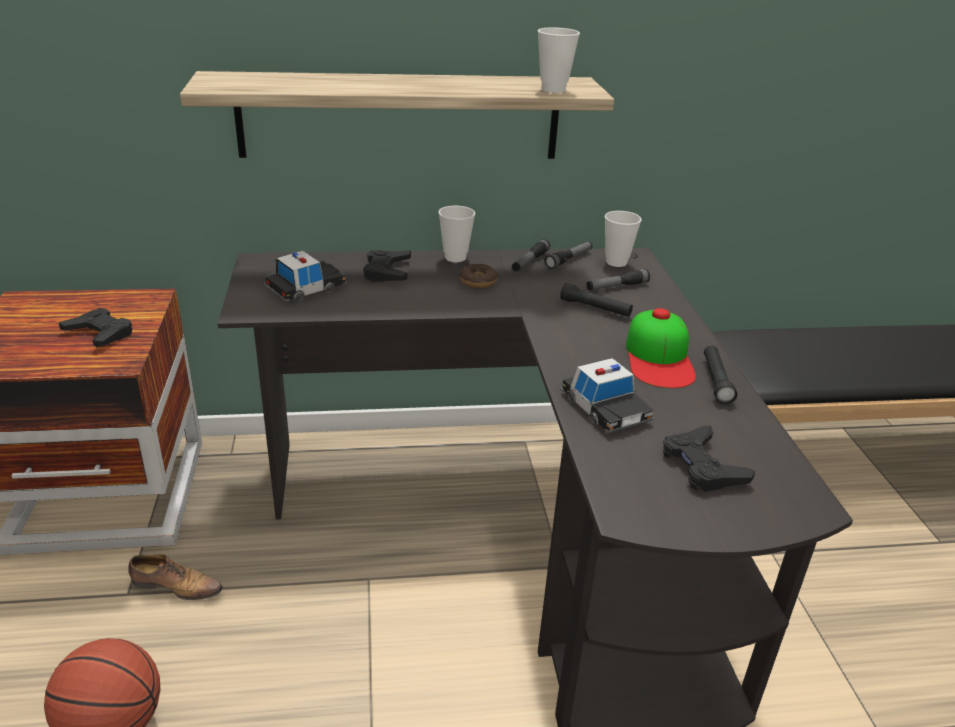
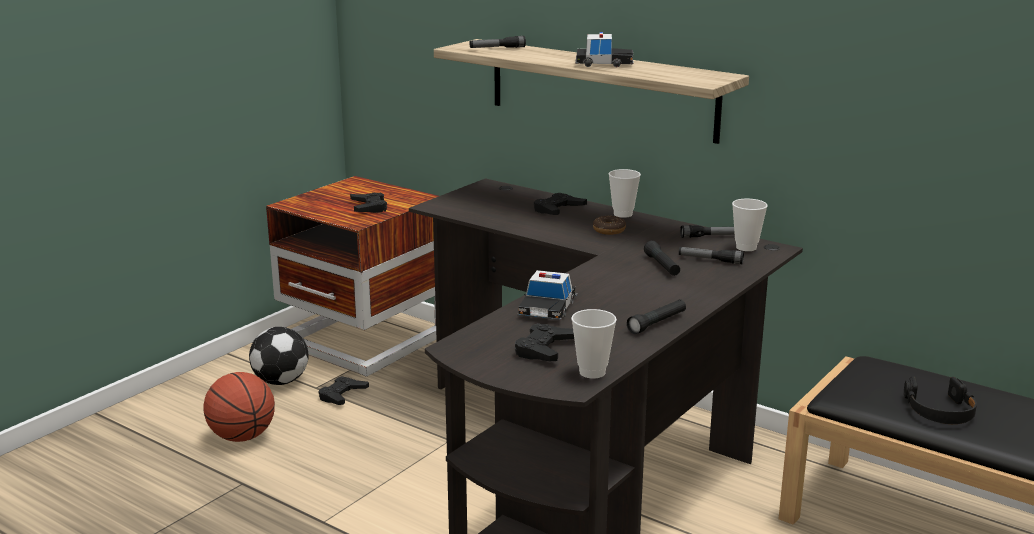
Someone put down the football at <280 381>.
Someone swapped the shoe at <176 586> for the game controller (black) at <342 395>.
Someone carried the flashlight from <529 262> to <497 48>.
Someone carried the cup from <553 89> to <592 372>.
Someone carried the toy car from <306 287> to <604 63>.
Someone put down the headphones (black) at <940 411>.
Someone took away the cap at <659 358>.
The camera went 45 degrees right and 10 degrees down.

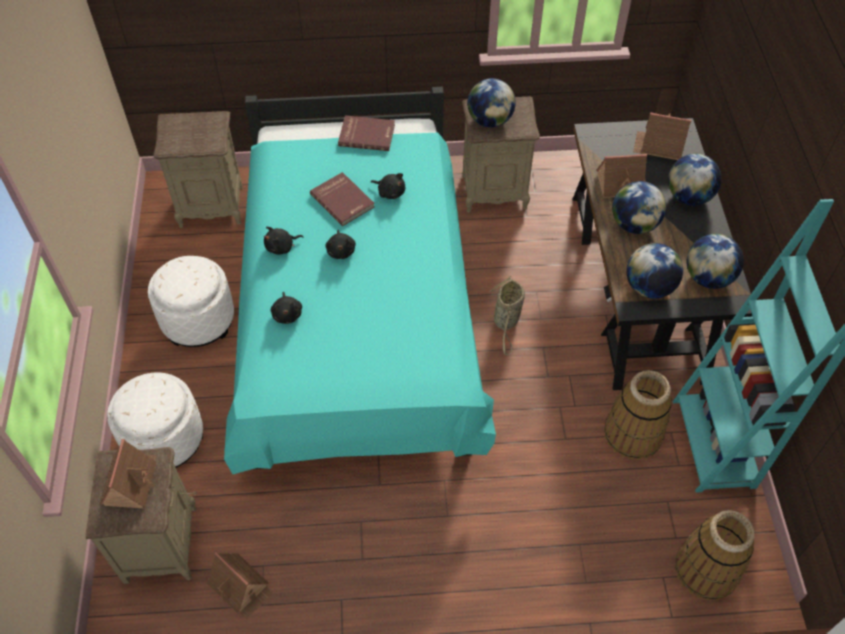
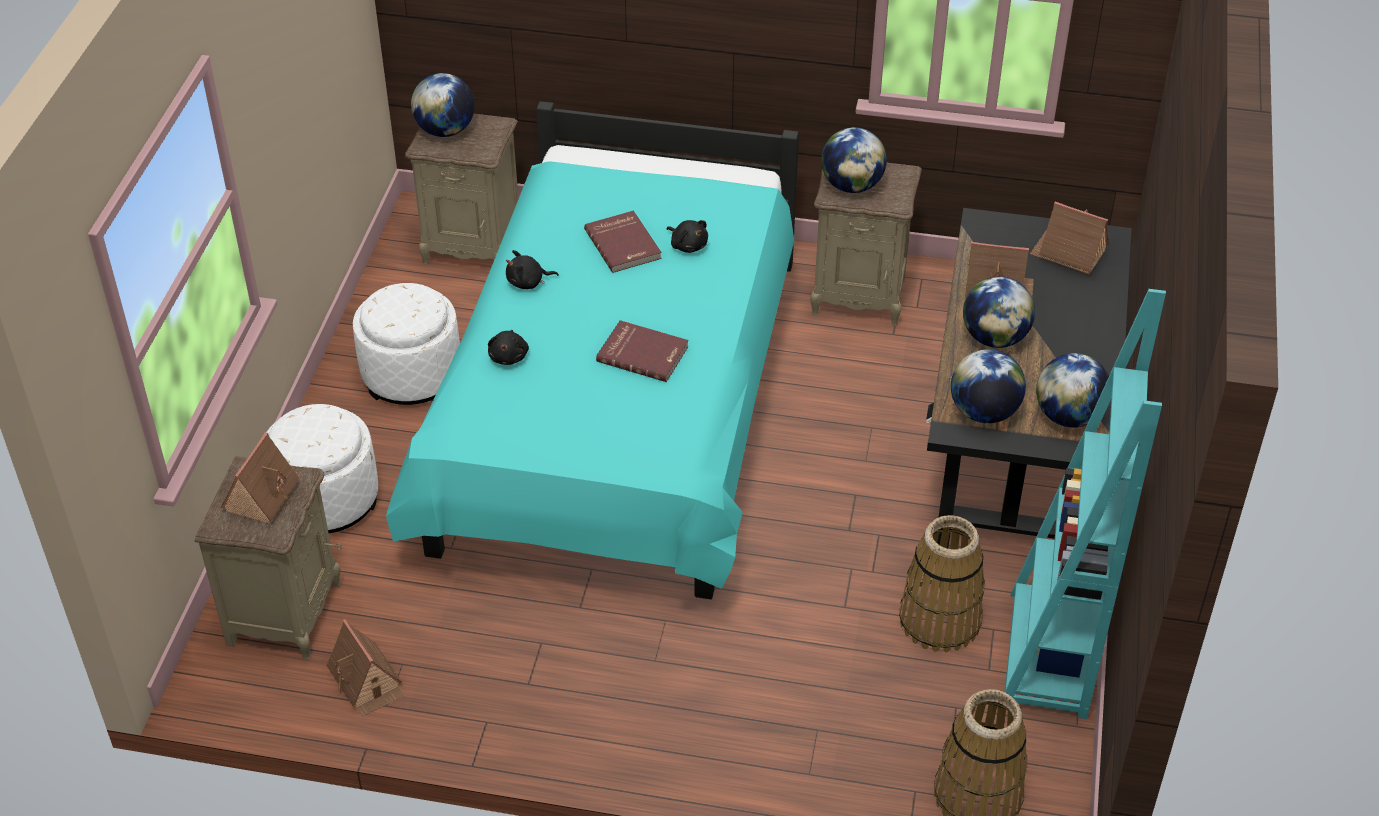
Someone carried the globe from <688 197> to <445 130>.
Someone carried the book (red) from <367 134> to <643 353>.
Someone took away the plush toy (black) at <341 250>.
Someone took away the basket at <506 322>.
The camera went 15 degrees right and 10 degrees down.

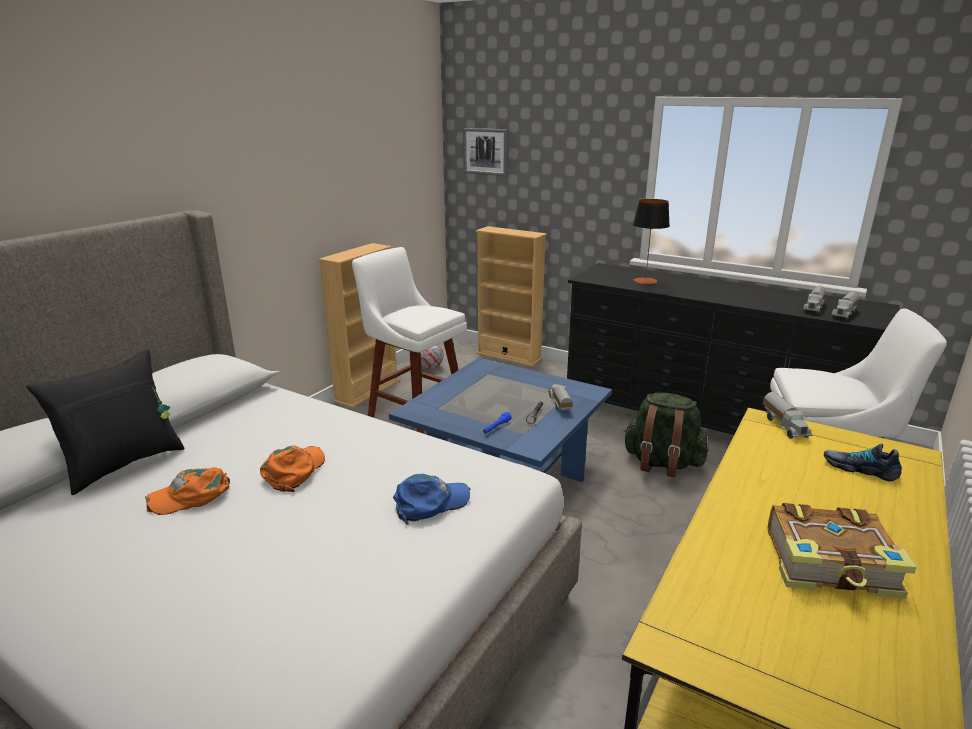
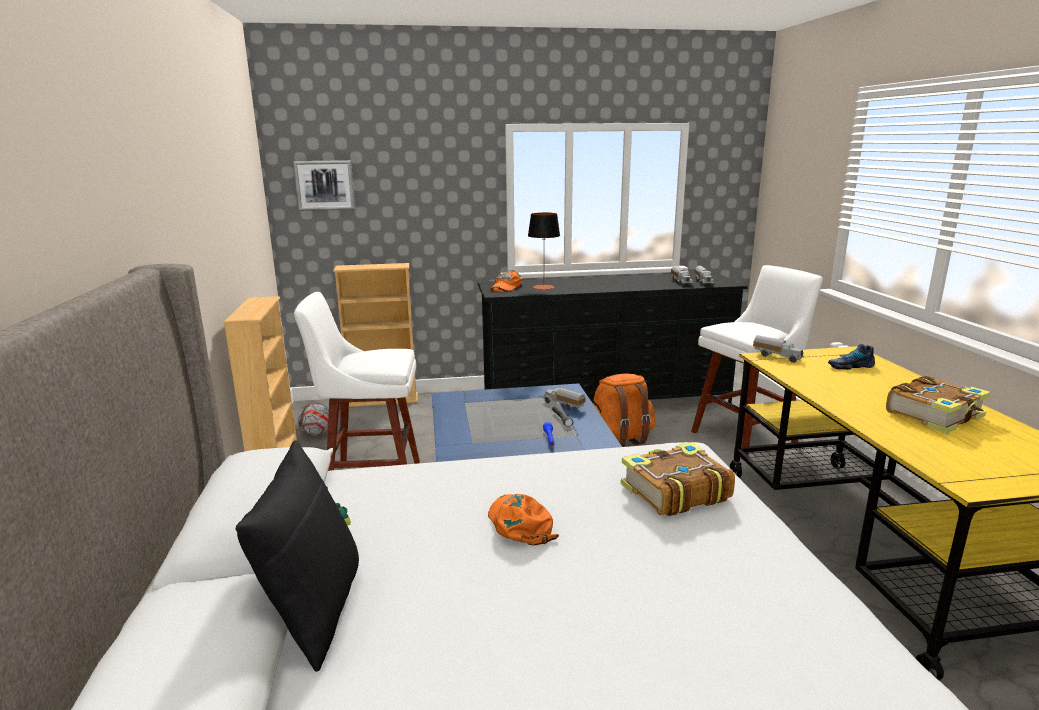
Someone carried the cap (orange) from <191 496> to <506 287>.
Someone repainted the backpack (green) at <662 463>, which became the backpack (orange) at <620 438>.
Someone swapped the cap (blue) at <431 503> for the book at <673 492>.
The camera went 40 degrees left and 5 degrees down.

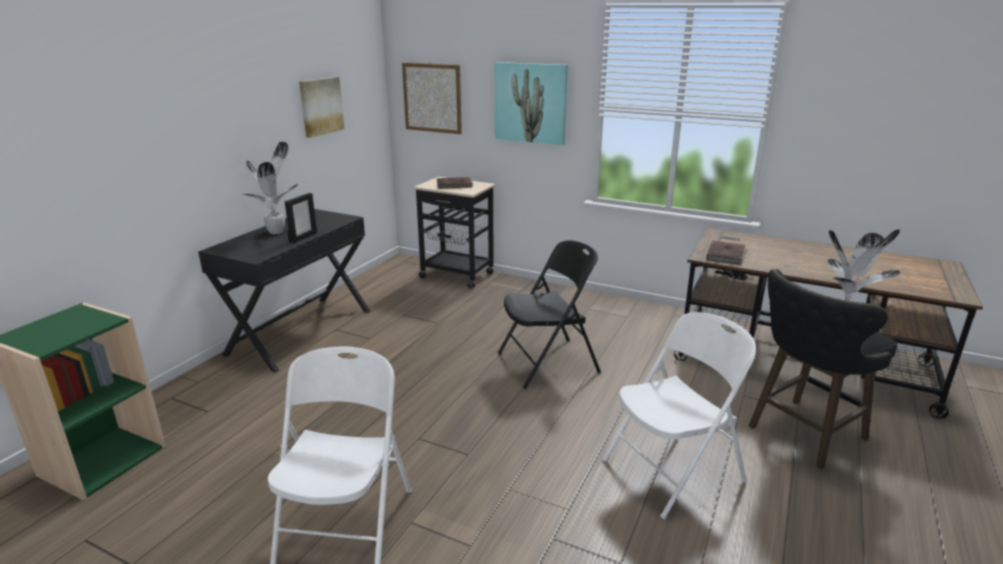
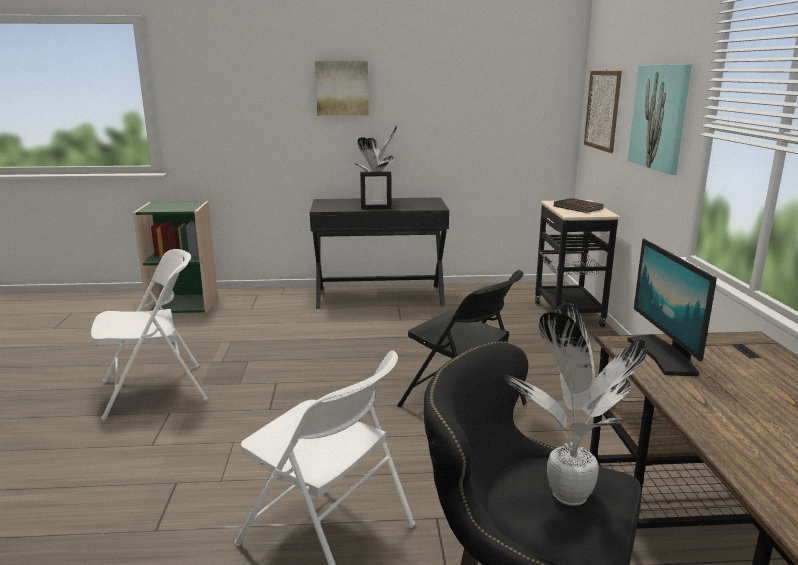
Someone carried the picture from <321 106> to <342 88>.
Someone swapped the book (brown) at <726 254> for the monitor at <664 356>.
The camera went 60 degrees right and 5 degrees down.

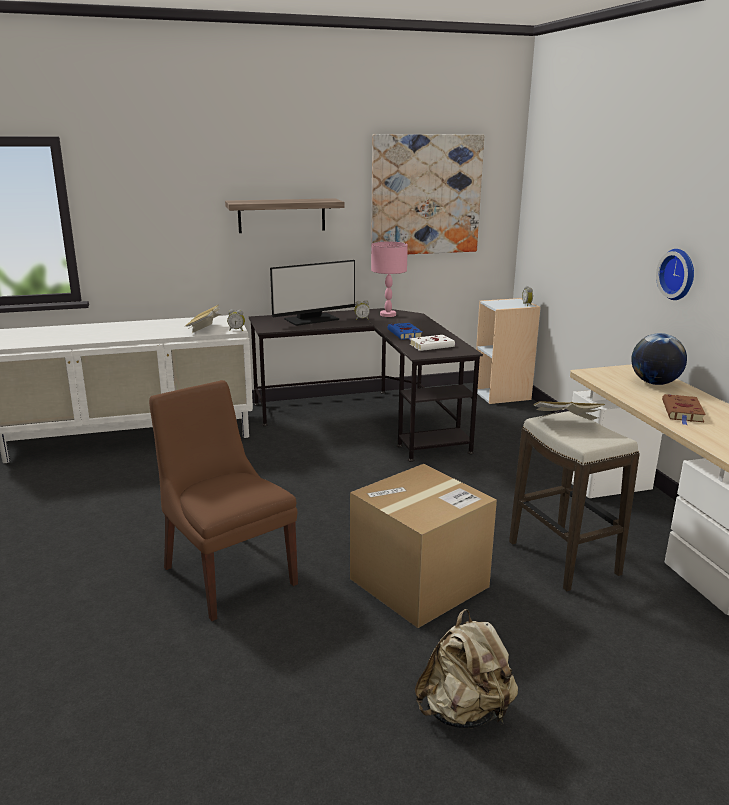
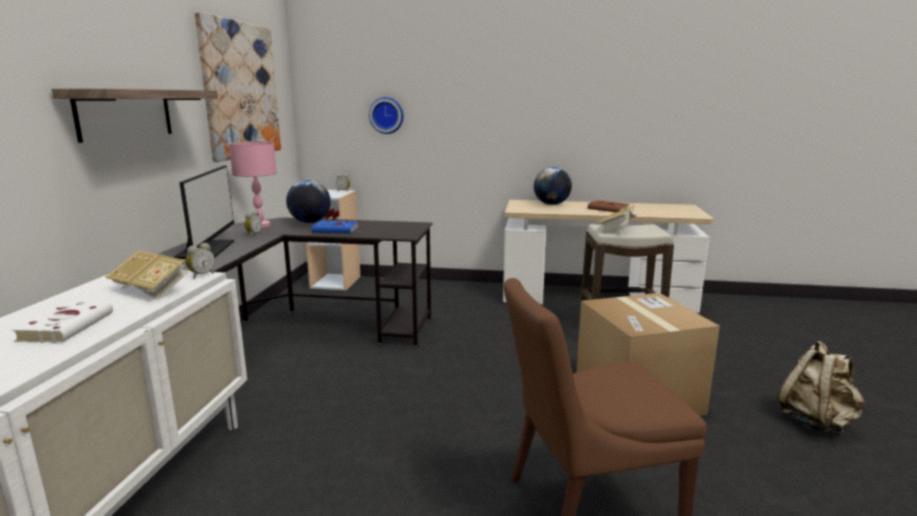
Someone carried the book (white) from <433 345> to <68 326>.
Someone put down the globe at <310 222>.
Someone carried the wall clock from <679 274> to <387 115>.
The camera went 65 degrees left and 5 degrees down.

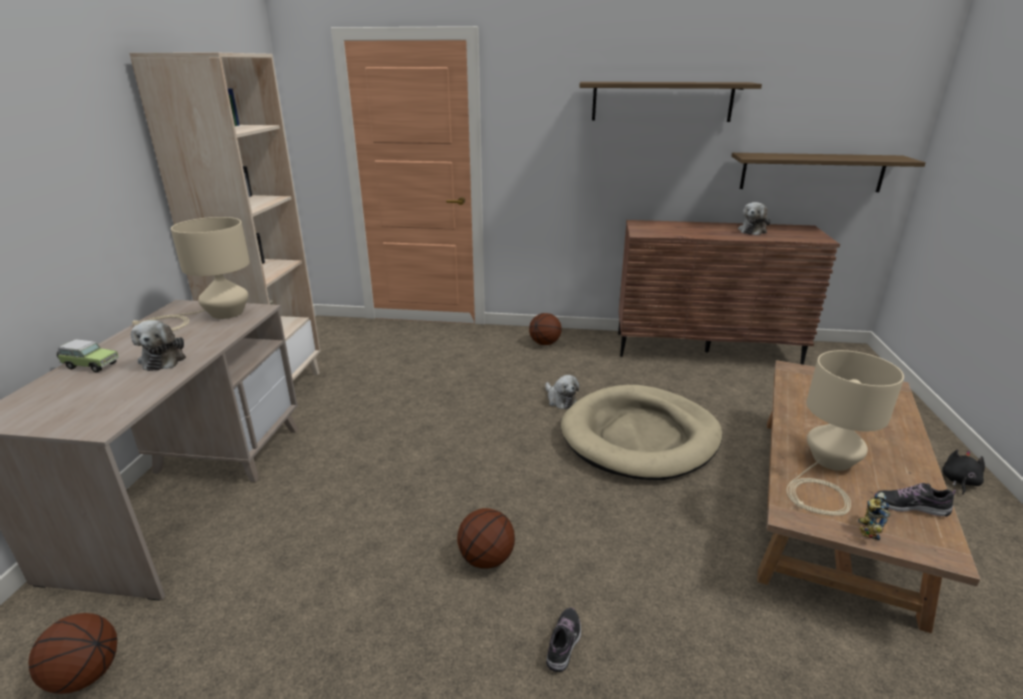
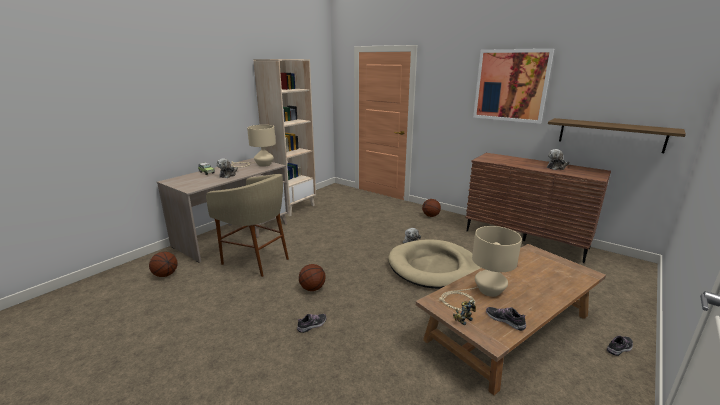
Someone put down the stool (beige) at <257 261>.
Someone swapped the shelf at <662 101> for the picture at <511 85>.
Someone swapped the plush toy (black) at <959 481> for the shoe at <619 348>.
The camera went 30 degrees right and 5 degrees down.

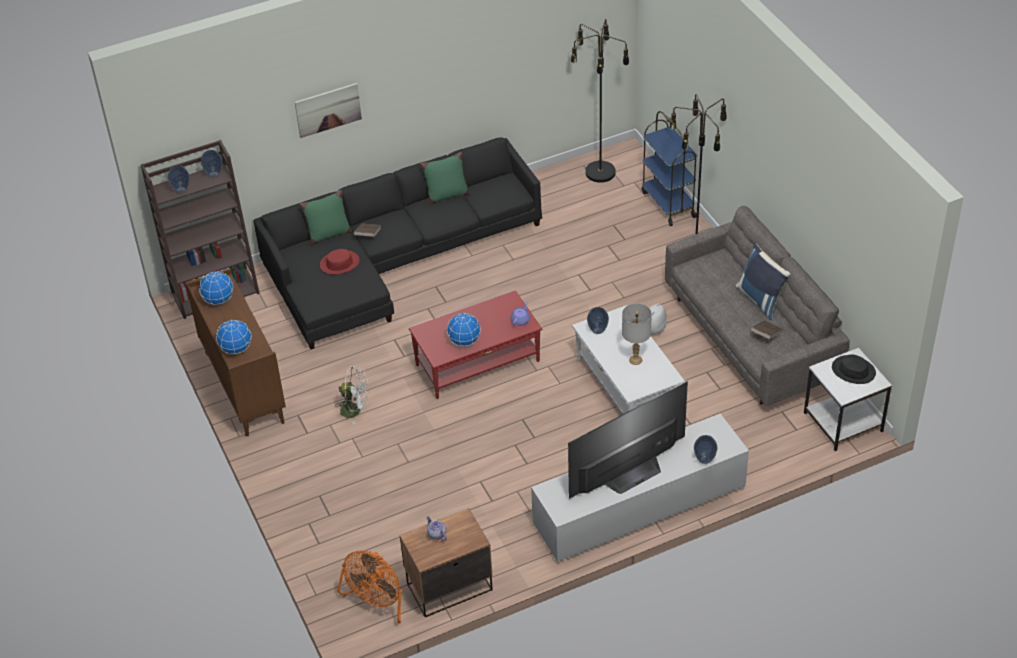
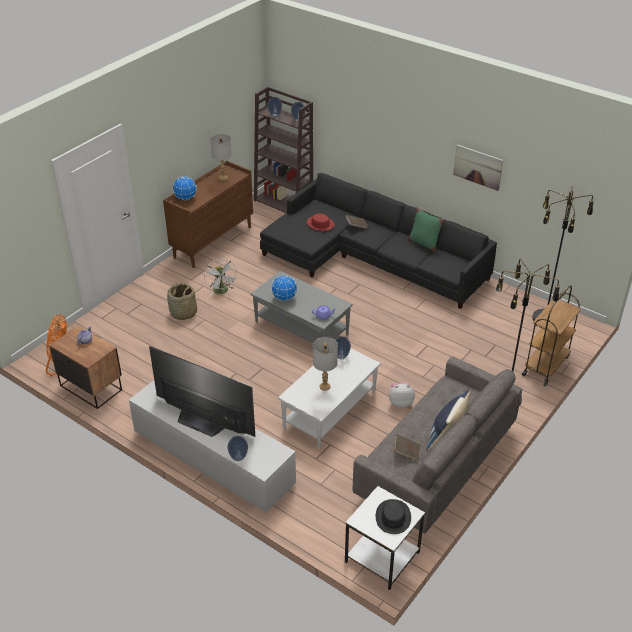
Someone put down the basket at <183 313>.
Someone swapped the globe at <219 300> for the table lamp (grey) at <223 178>.
Someone repainted the coffee table (red) at <478 363>, which became the coffee table (grey) at <302 328>.
Someone carried the picture from <328 109> to <478 167>.
Someone repainted the cart (blue) at <668 204>, which became the cart (brown) at <546 366>.
Someone took away the pillow (green) at <328 234>.
The camera went 60 degrees right and 5 degrees down.

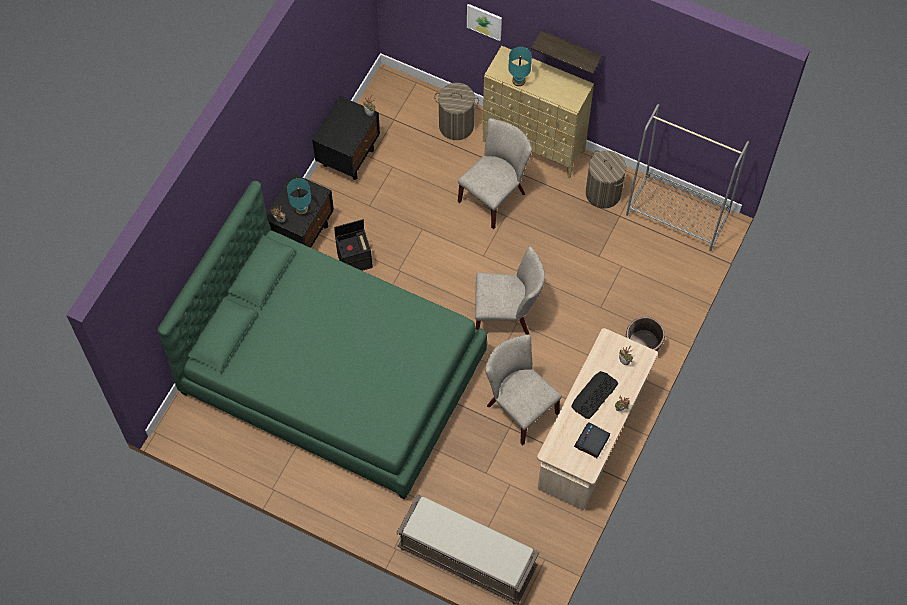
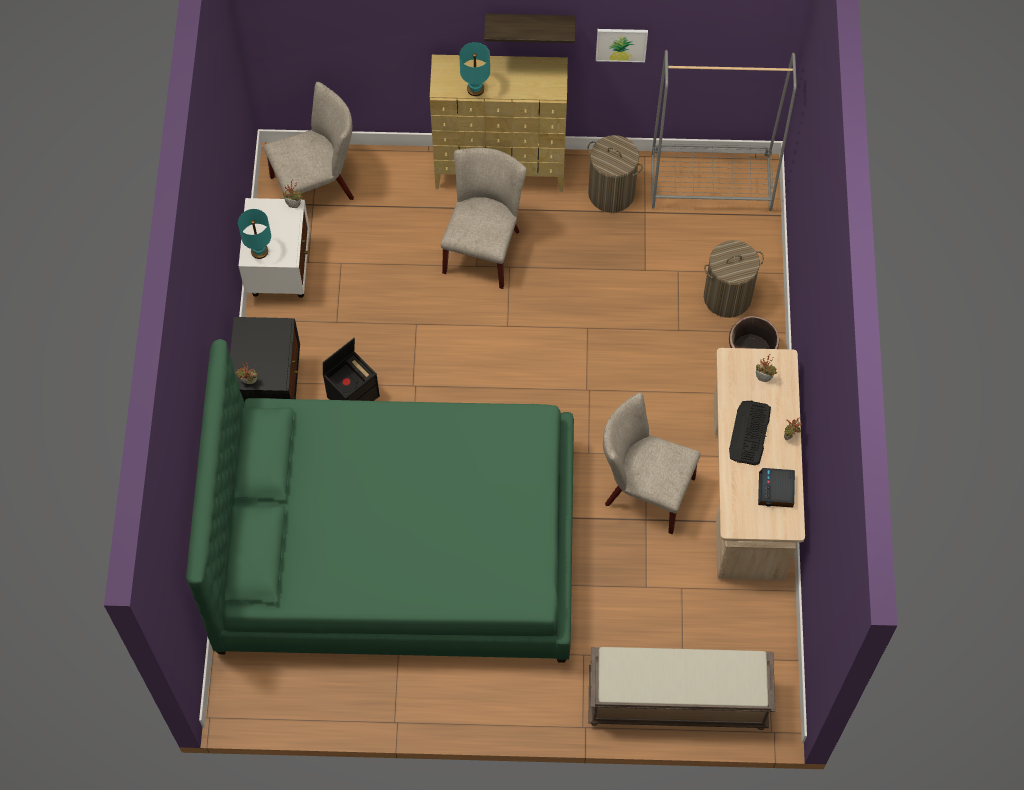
Someone carried the table lamp (turquoise) from <301 209> to <259 251>.
Someone repainted the nightstand (black) at <349 156>, which became the nightstand (white) at <280 272>.
Someone carried the chair (beige) from <507 315> to <317 186>.
Someone carried the picture from <484 21> to <621 44>.
Someone carried the laundry basket from <456 125> to <727 297>.
The camera went 25 degrees left and 0 degrees up.

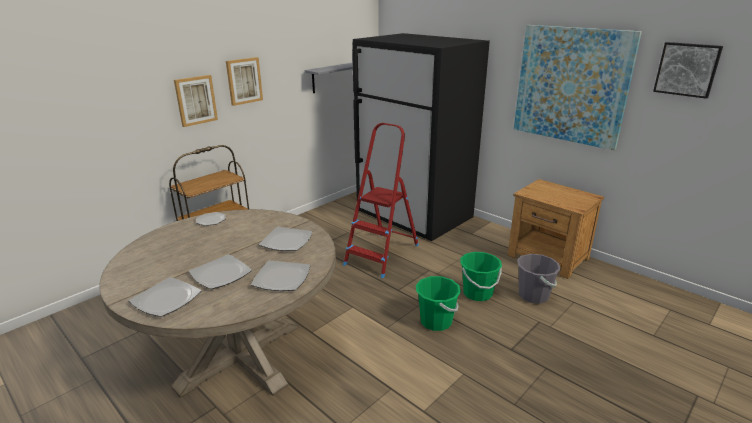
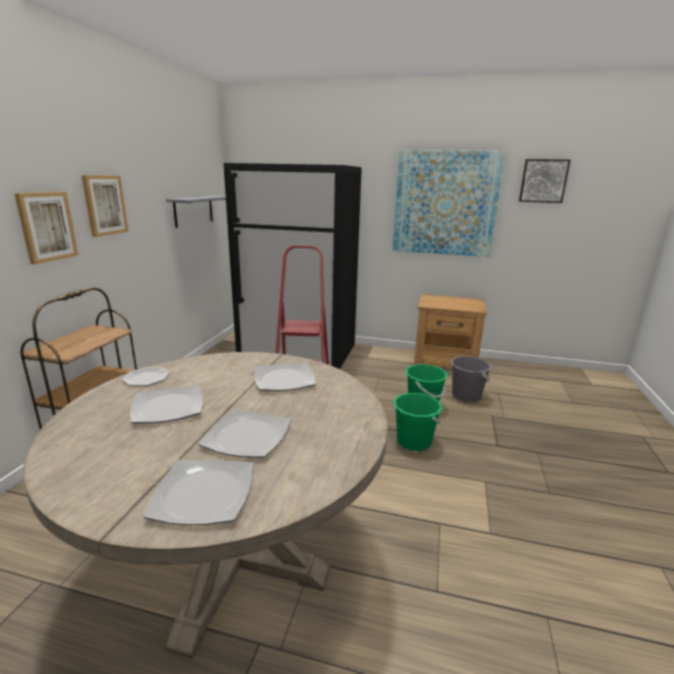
Someone carried the plate from <282 278> to <168 407>.
The camera went 30 degrees left and 5 degrees down.

